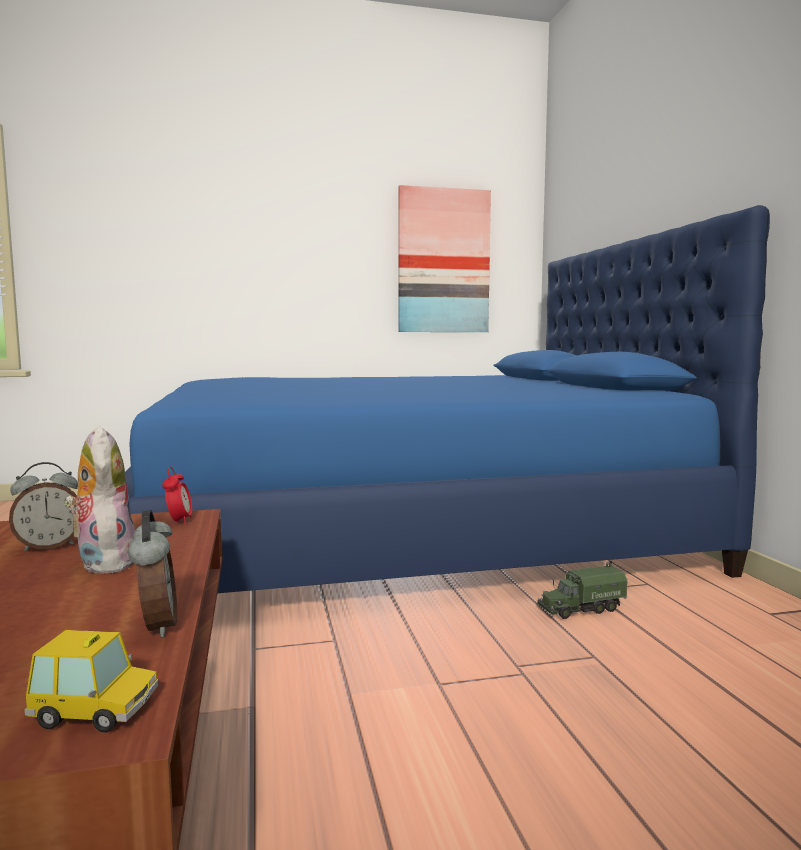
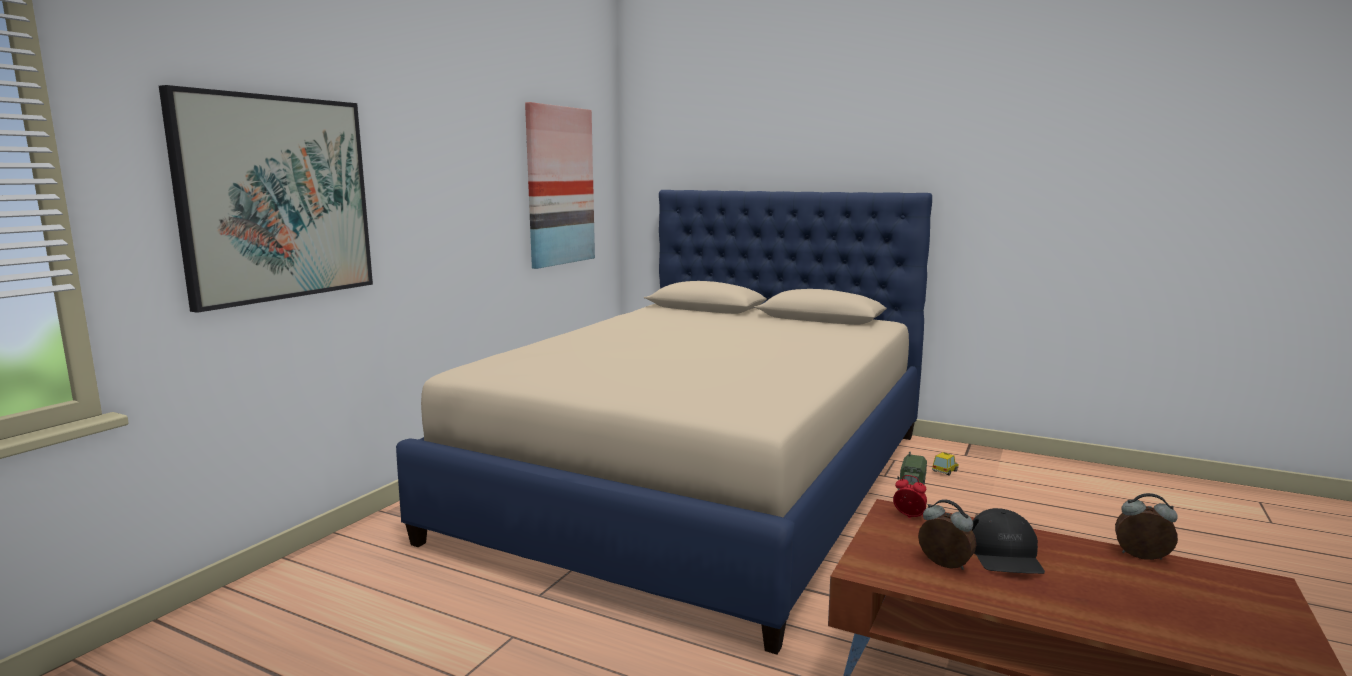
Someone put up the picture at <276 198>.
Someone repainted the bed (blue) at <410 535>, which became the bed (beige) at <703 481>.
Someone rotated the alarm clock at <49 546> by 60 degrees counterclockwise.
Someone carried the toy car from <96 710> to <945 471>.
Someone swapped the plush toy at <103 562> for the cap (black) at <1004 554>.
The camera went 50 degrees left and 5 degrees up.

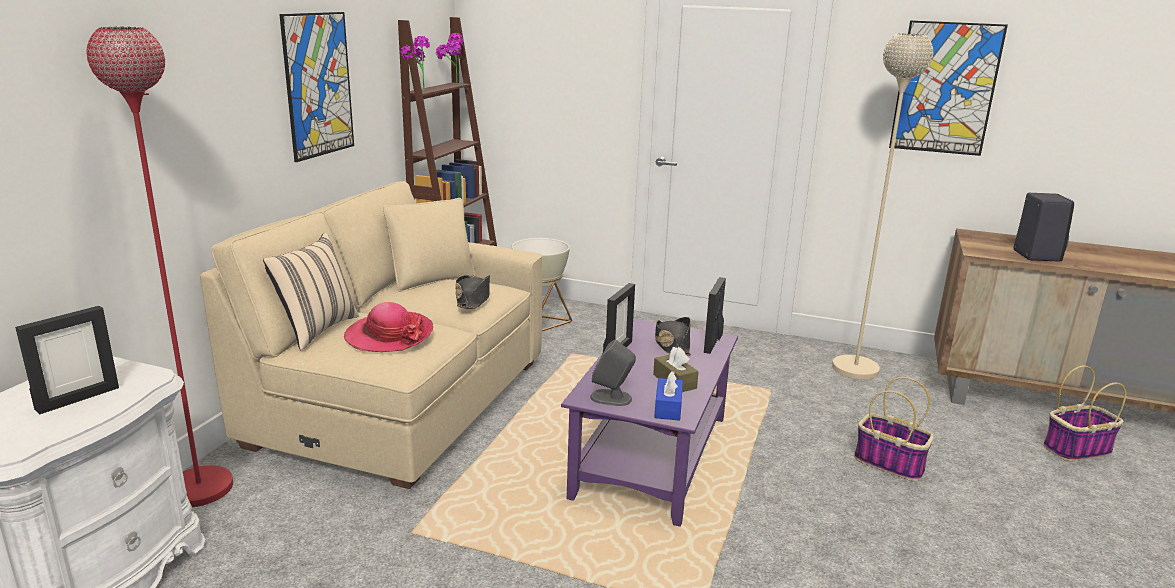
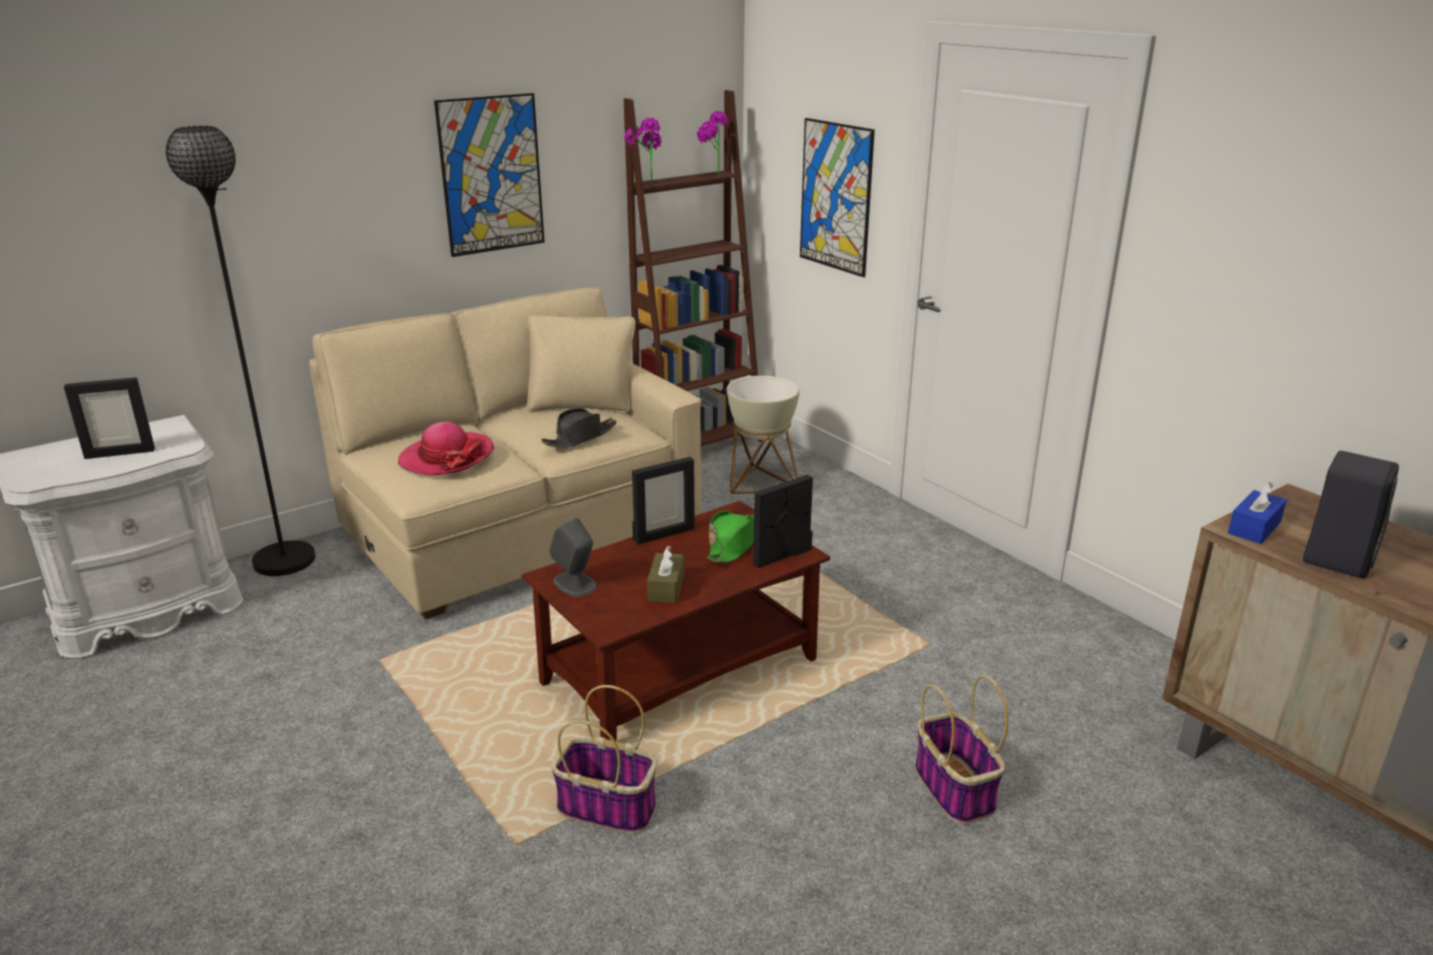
Someone repainted the floor lamp (red) at <199 488>, which became the floor lamp (black) at <285 560>.
Someone repainted the coffee table (purple) at <651 455>, which became the coffee table (brown) at <681 670>.
Someone carried the basket from <1077 449> to <609 807>.
Someone repainted the hat (black) at <672 344>, which became the hat (green) at <733 545>.
Someone carried the picture from <945 88> to <835 197>.
Someone carried the tissue box (blue) from <668 407> to <1254 528>.
Someone took away the pillow (beige) at <316 330>.
Someone took away the floor lamp (beige) at <855 369>.
The camera went 35 degrees right and 5 degrees up.

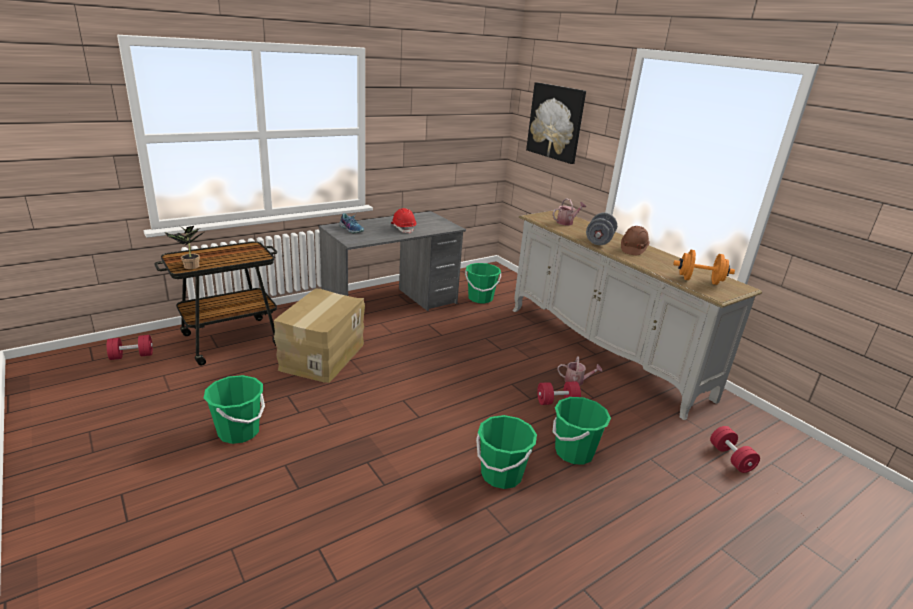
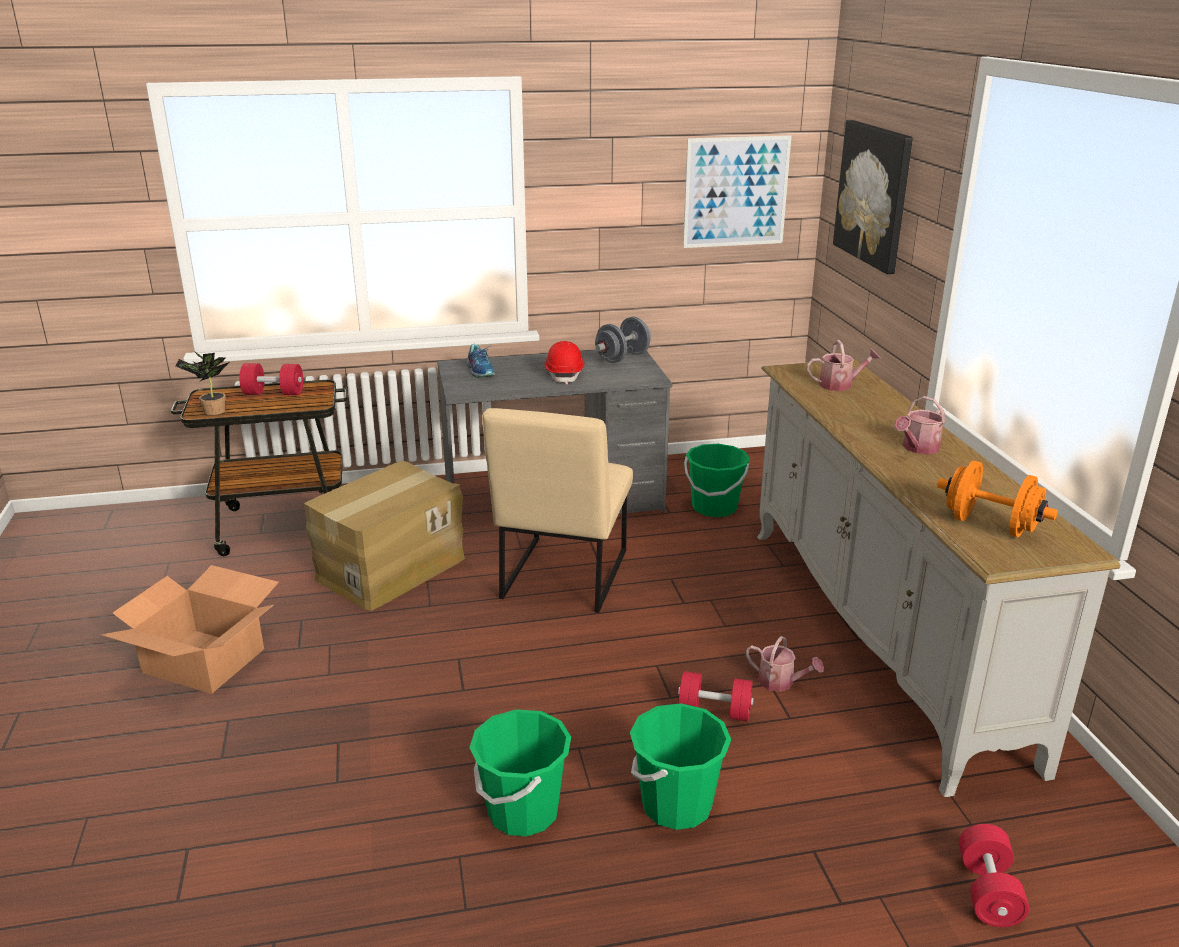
Someone swapped the bucket (green) at <239 432> for the cardboard box at <204 660>.
Someone carried the dumbbell (red) from <132 356> to <273 393>.
Someone put down the chair (beige) at <562 576>.
Someone carried the dumbbell (grey) from <599 241> to <622 358>.
Someone put up the picture at <736 192>.
Someone swapped the hard hat (brown) at <633 249> for the watering can at <917 448>.
The camera went 25 degrees right and 0 degrees up.

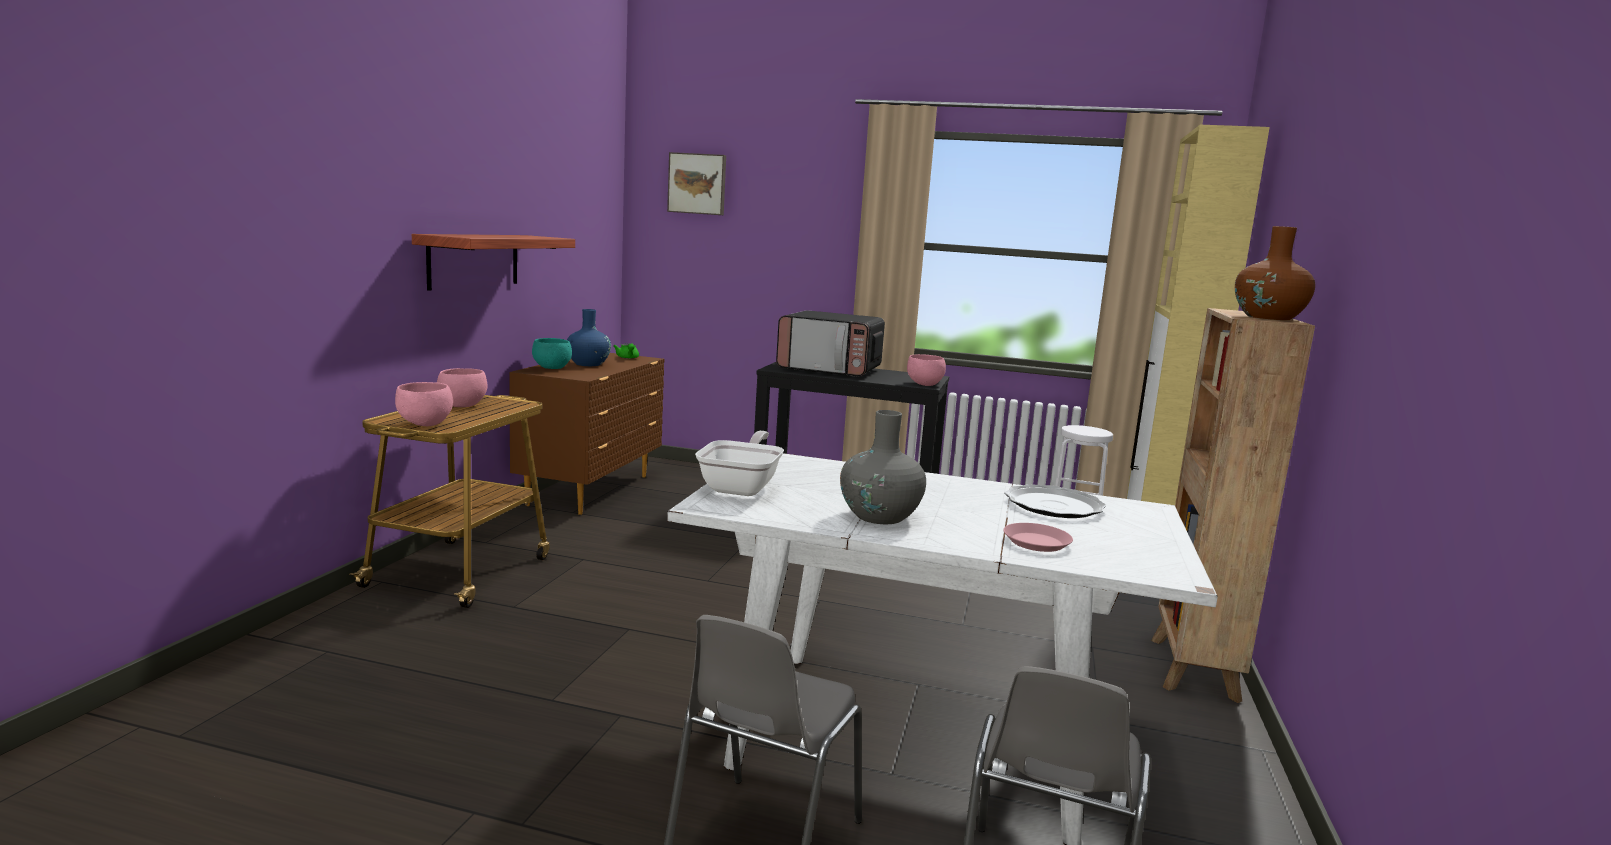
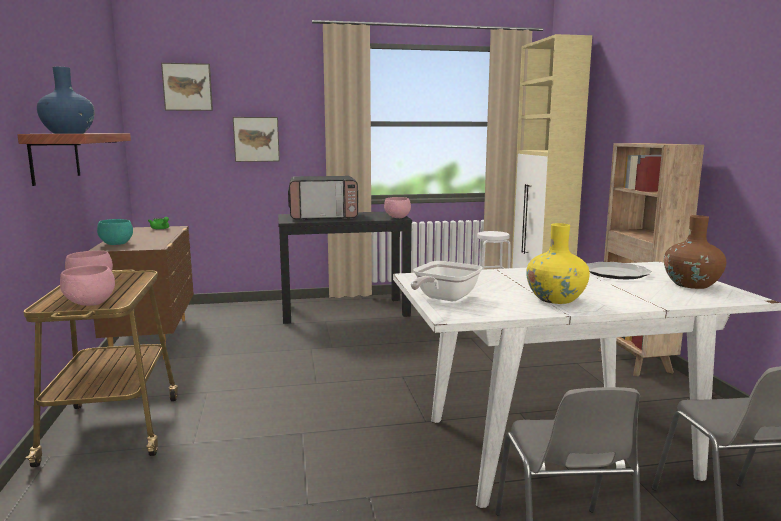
Someone carried the vase (blue) from <588 364> to <68 133>.
Someone put up the picture at <256 139>.
Someone rotated the frying pan at <742 487> by 135 degrees counterclockwise.
Someone repainted the vase (grey) at <879 516>, which became the vase (yellow) at <556 299>.
Someone carried the vase (brown) from <1268 318> to <691 285>.
Someone took away the plate (pink) at <1036 542>.
The camera went 25 degrees left and 0 degrees up.

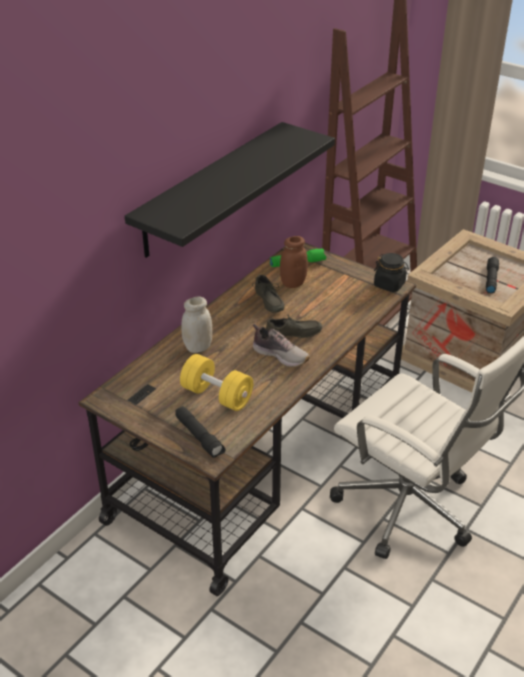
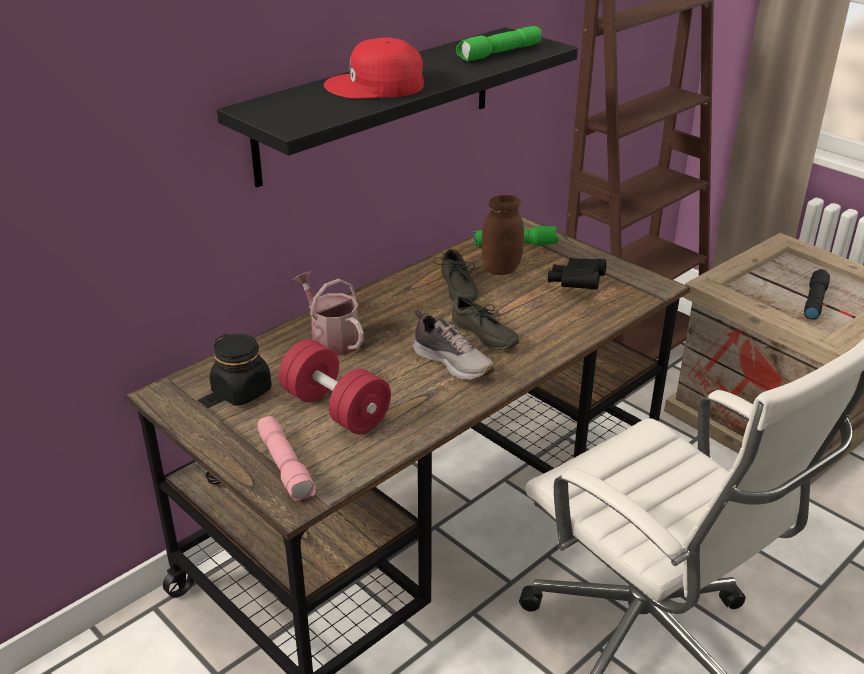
Someone carried the jar (black) from <389 284> to <242 391>.
Someone repainted the flashlight (black) at <200 437>, which became the flashlight (pink) at <286 467>.
Someone repainted the dumbbell (yellow) at <217 395>, which became the dumbbell (red) at <335 409>.
Someone swapped the jar (white) at <198 347> for the watering can at <331 339>.
Someone put down the cap (red) at <376 86>.
Someone rotated the shoe (grey) at <294 335> by 45 degrees clockwise.
Someone put down the flashlight (green) at <500 53>.
Someone put down the binoculars (black) at <576 285>.
The camera went 10 degrees right and 5 degrees down.

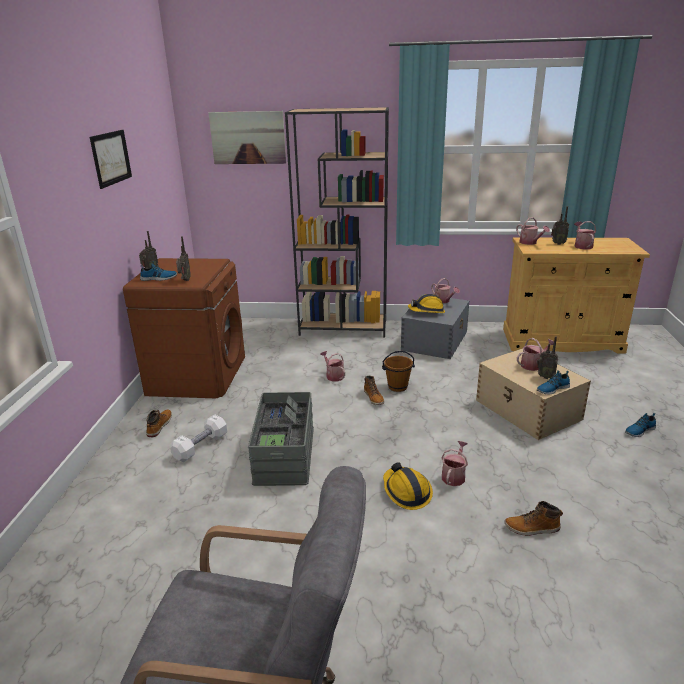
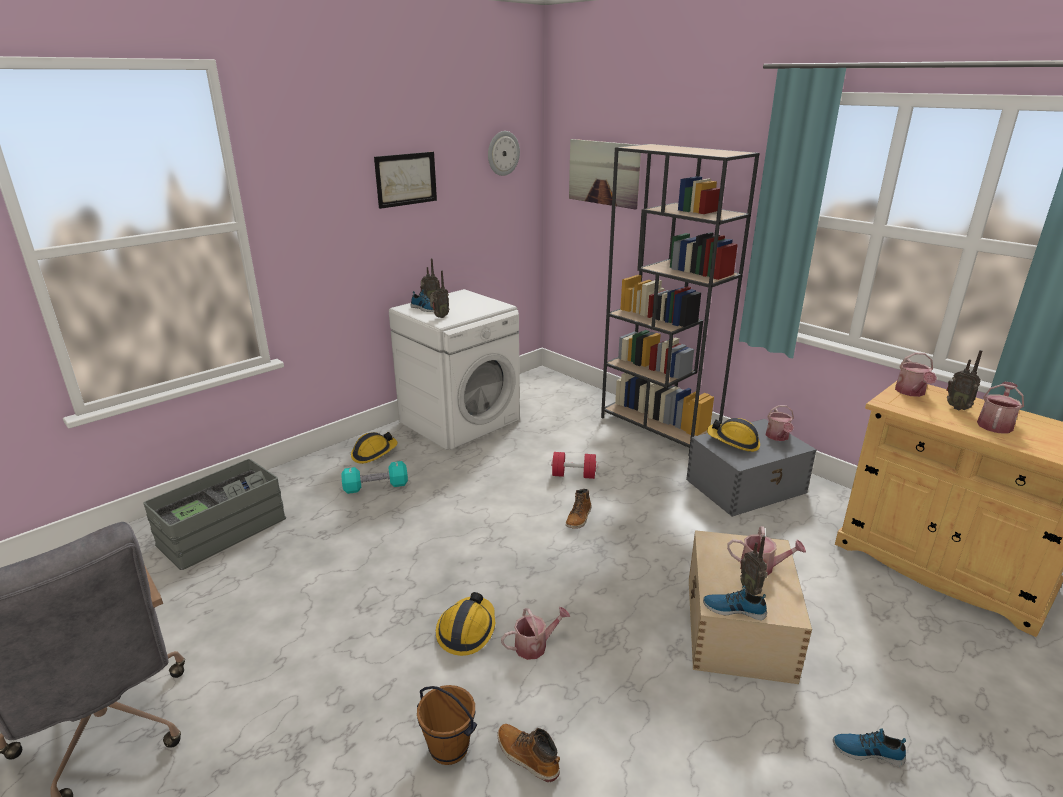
Someone carried the storage box (grey) from <283 453> to <222 530>.
Someone repainted the dumbbell (white) at <201 446>, which became the dumbbell (turquoise) at <376 487>.
Someone swapped the boot at <159 426> for the hard hat at <374 453>.
Someone repainted the washing machine (brown) at <199 374>, which became the washing machine (white) at <463 420>.
Someone carried the bucket (brown) from <397 387> to <449 747>.
Someone put up the wall clock at <503 153>.
Someone swapped the watering can at <333 376> for the dumbbell (red) at <573 475>.
The camera went 40 degrees right and 0 degrees up.

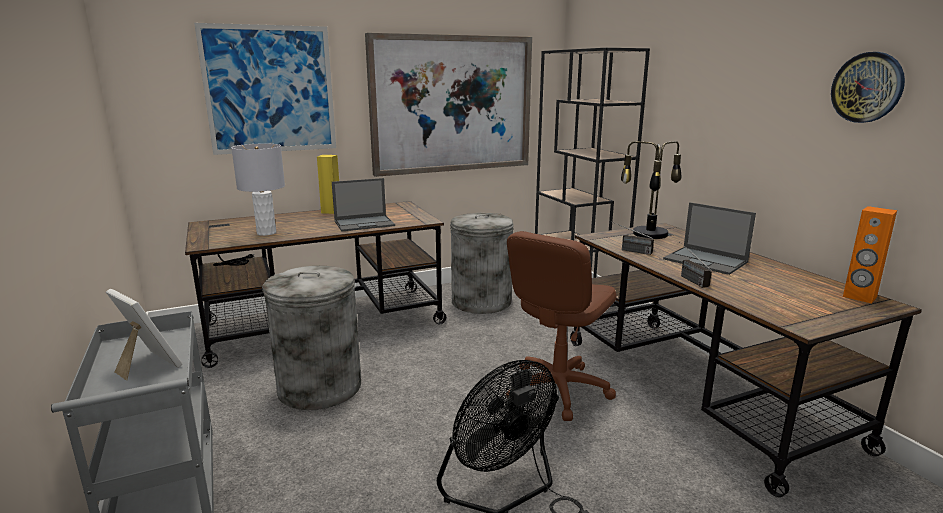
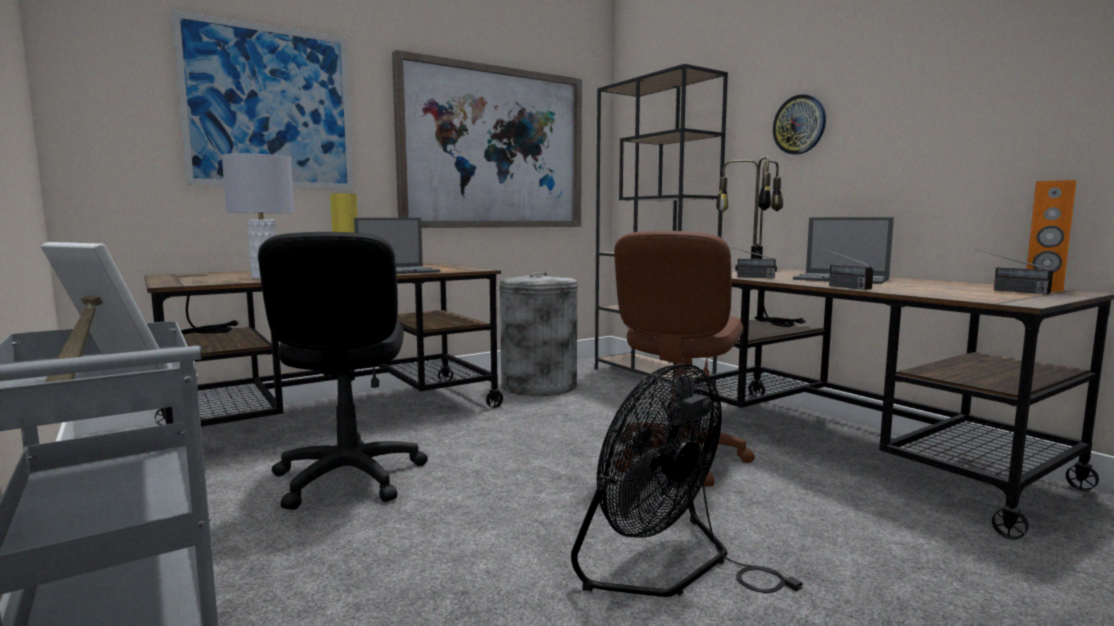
Someone swapped the trash can (grey) at <319 387> for the office chair (black) at <348 478>.
Someone carried the wall clock from <867 87> to <799 125>.
Someone put down the radio at <1006 290>.
The camera went 10 degrees left and 10 degrees down.

